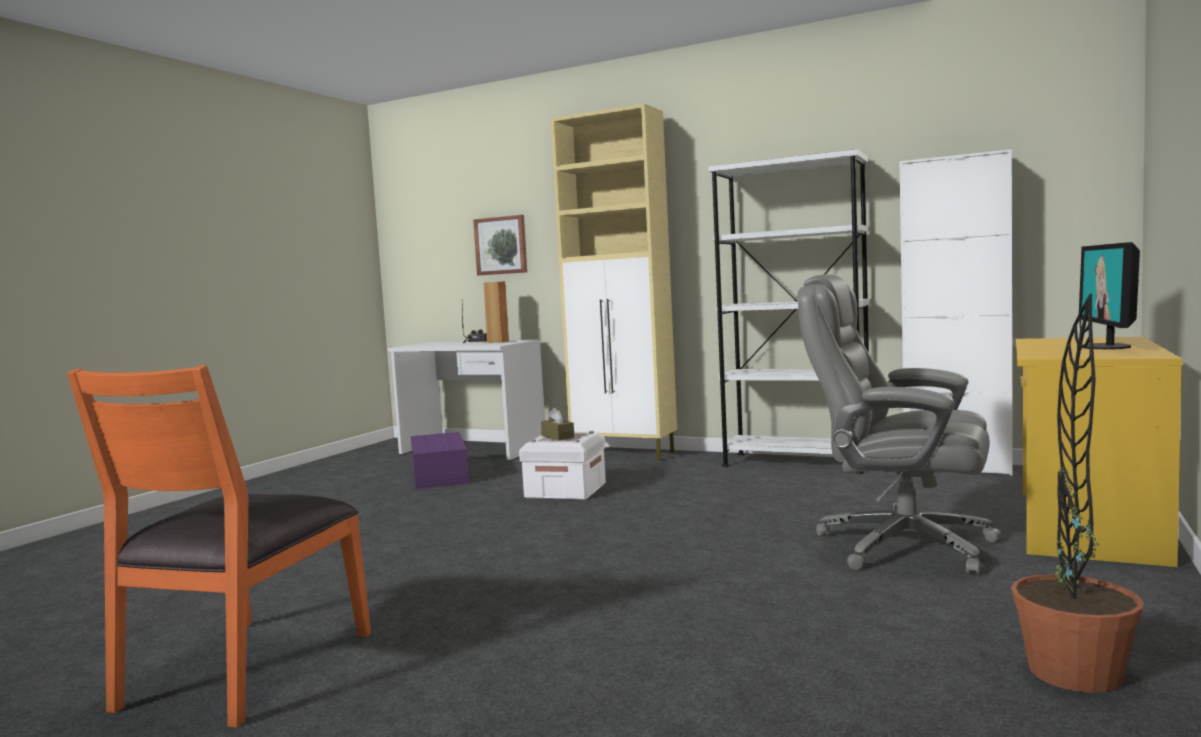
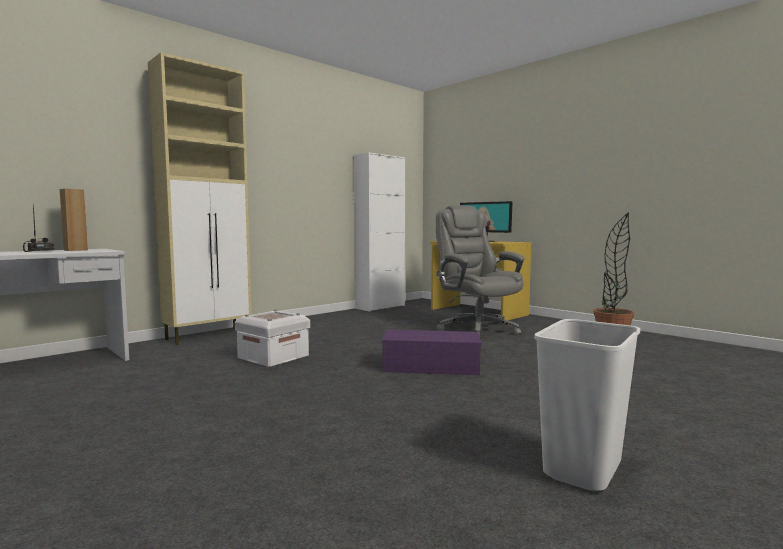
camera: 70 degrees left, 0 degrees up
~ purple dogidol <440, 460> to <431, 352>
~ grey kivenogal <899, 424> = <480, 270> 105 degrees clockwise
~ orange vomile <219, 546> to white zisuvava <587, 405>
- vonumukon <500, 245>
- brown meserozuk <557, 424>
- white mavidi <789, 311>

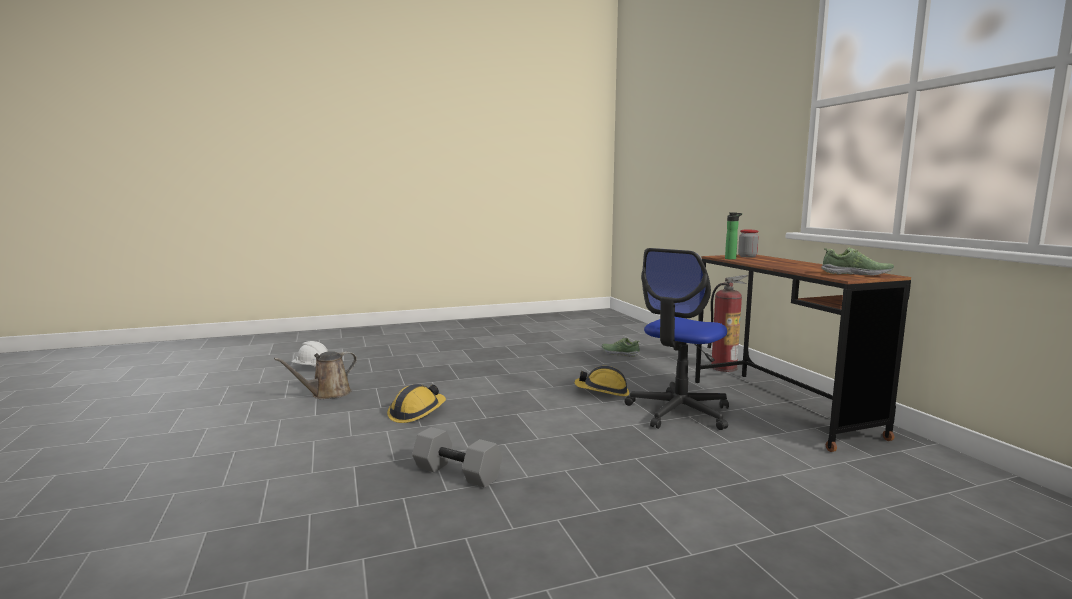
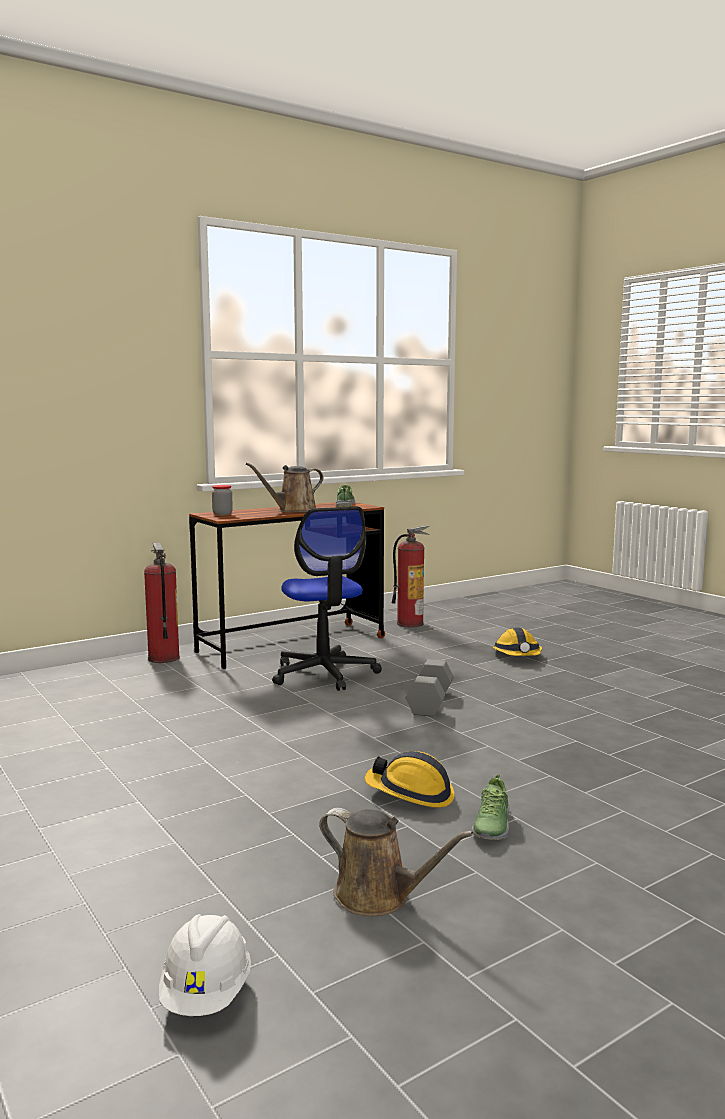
camera: 105 degrees left, 0 degrees up
+ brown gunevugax <284, 488>
~ kivenogal <677, 339> = <327, 599> 45 degrees clockwise
+ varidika <410, 576>
~ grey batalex <457, 457> to <430, 688>
~ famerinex <621, 347> to <490, 807>
~ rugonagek <602, 381> to <517, 641>
- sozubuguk <733, 236>

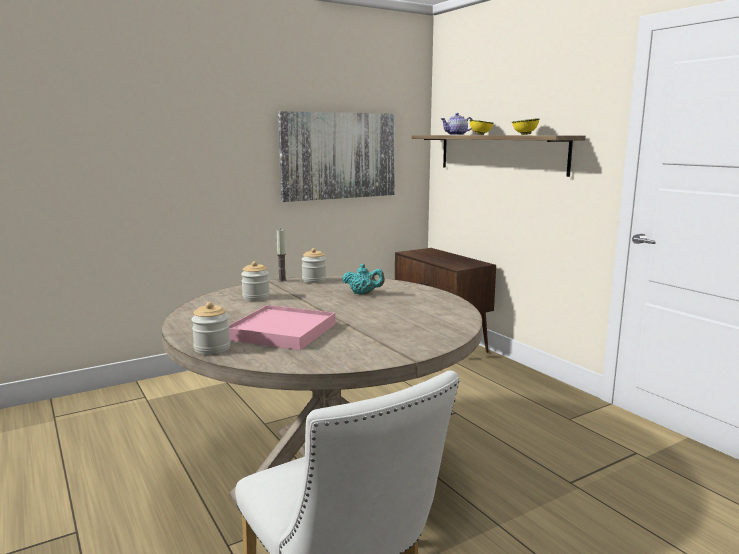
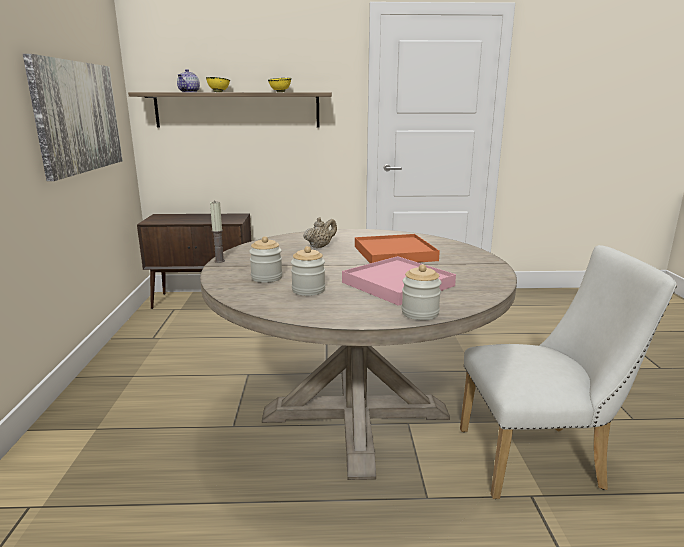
camera: 60 degrees left, 5 degrees up
~ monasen <313, 265> to <308, 271>
~ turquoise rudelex <363, 279> to beige rudelex <320, 232>
+ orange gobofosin <397, 248>

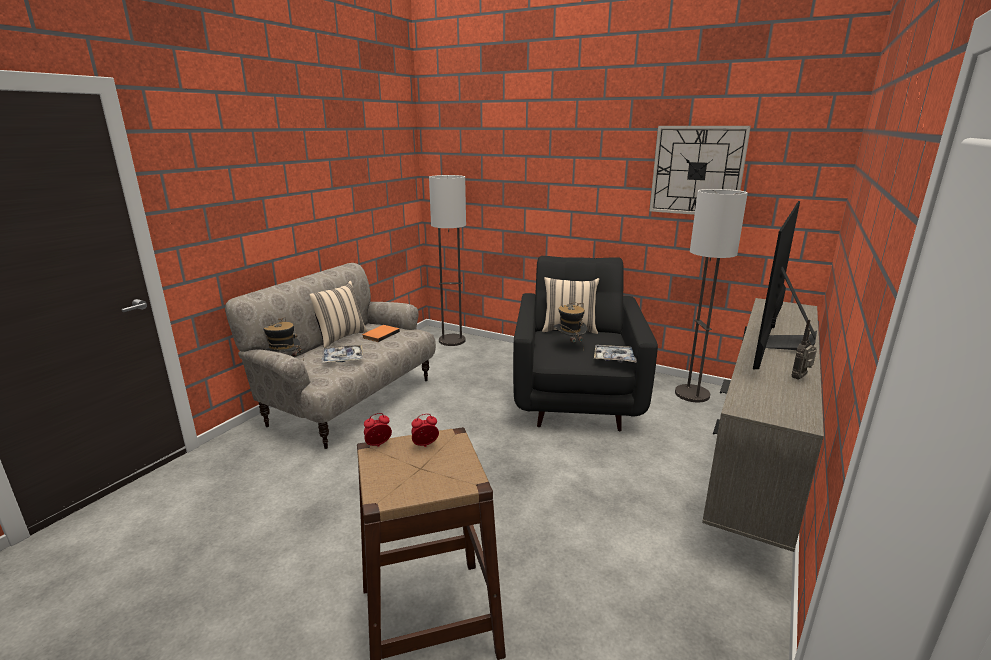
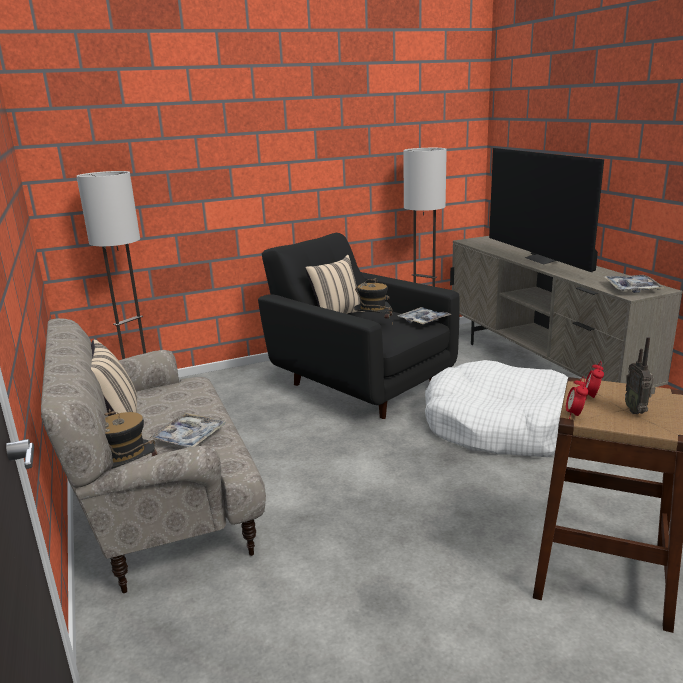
camera: 50 degrees left, 0 degrees up
+ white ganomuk <496, 408>
+ gobofosin <634, 284>
~ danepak <804, 349> to <640, 375>
- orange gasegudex <381, 333>
- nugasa <700, 170>

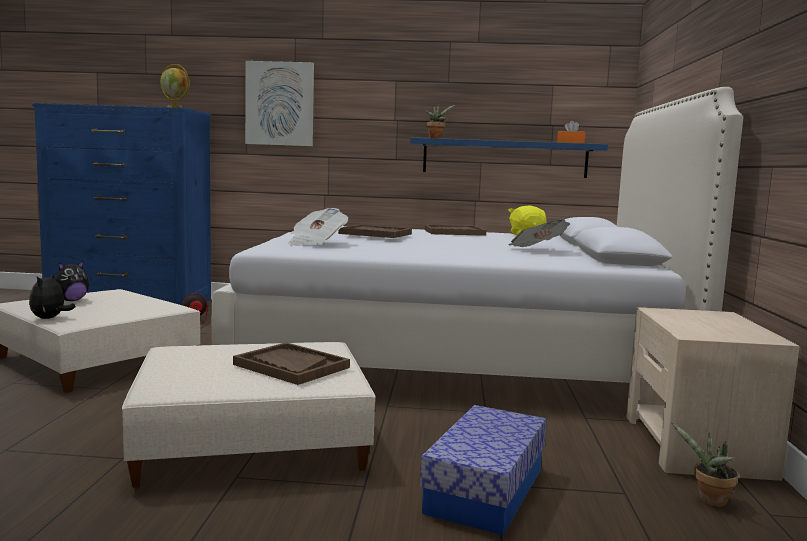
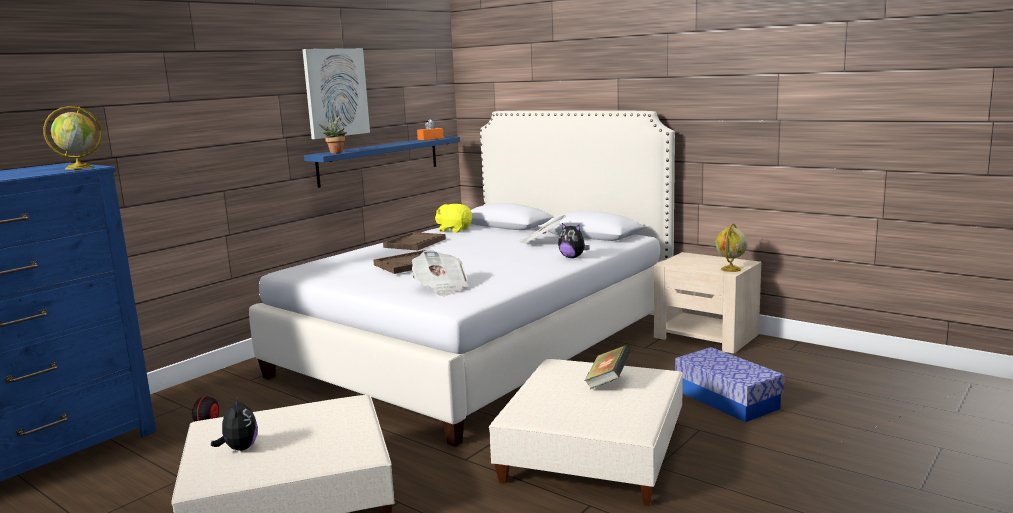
camera: 55 degrees left, 5 degrees up
~ vonumukon <279, 103> to <336, 93>
~ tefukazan <52, 295> to <574, 240>
~ brown gobofosin <291, 363> to gasegudex <607, 367>
+ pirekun <732, 247>
- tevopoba <705, 465>

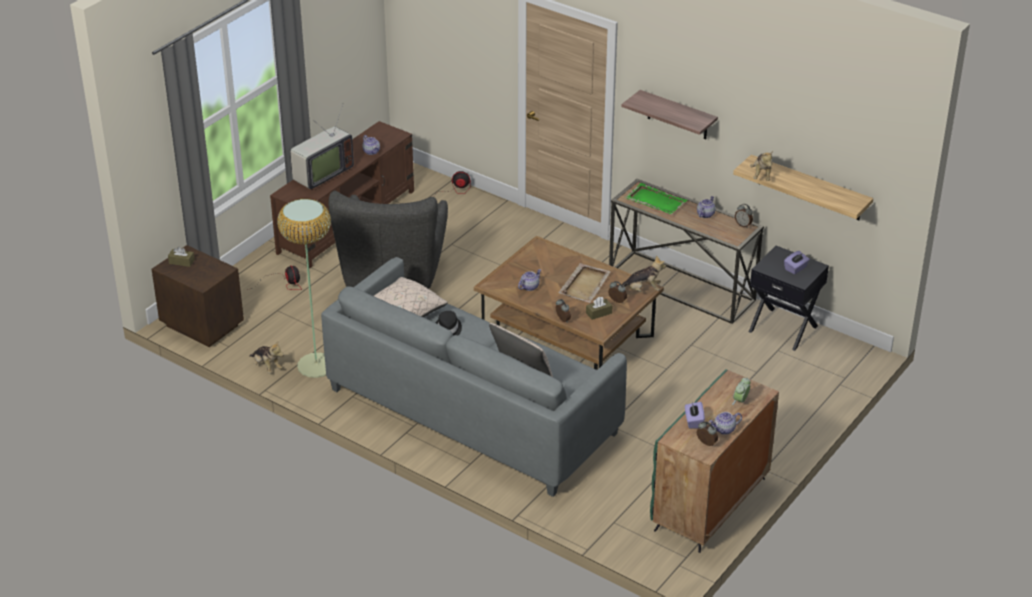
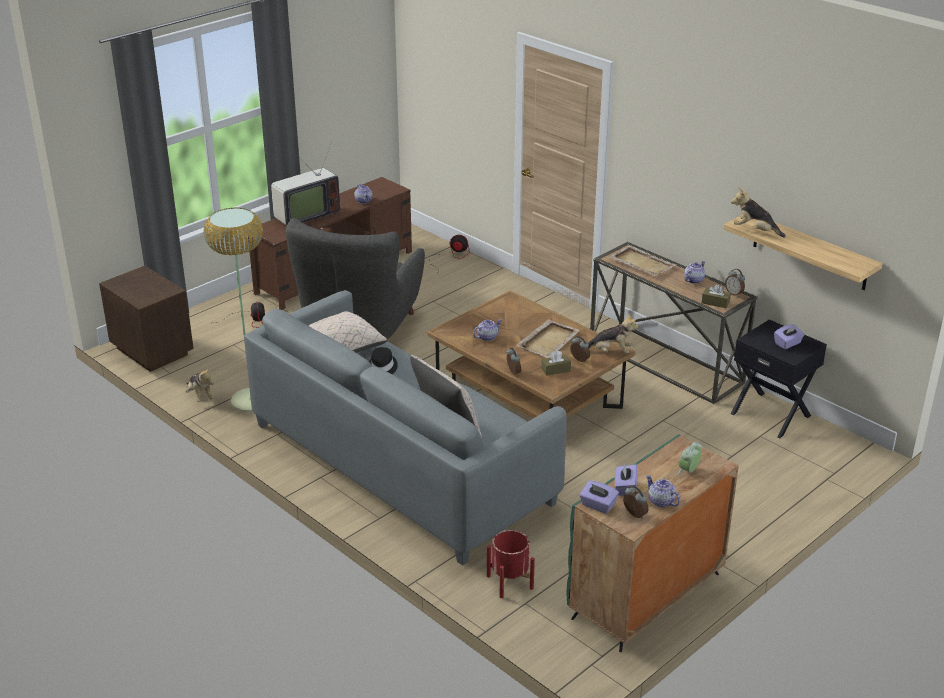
camera: 10 degrees right, 5 degrees down
+ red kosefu <511, 564>
+ purple meserozuk <599, 497>
~ green gobofosin <656, 198> to beige gobofosin <642, 260>
~ rudelex <725, 423> = <663, 491> 60 degrees clockwise
~ brown meserozuk <181, 257> to <716, 296>
~ tefukazan <761, 166> = <758, 212> 105 degrees clockwise
- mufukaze <670, 114>

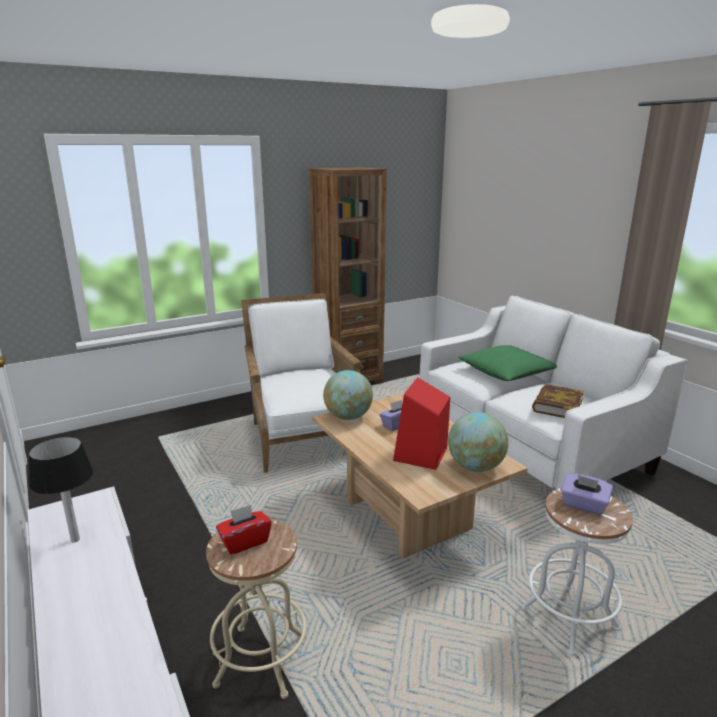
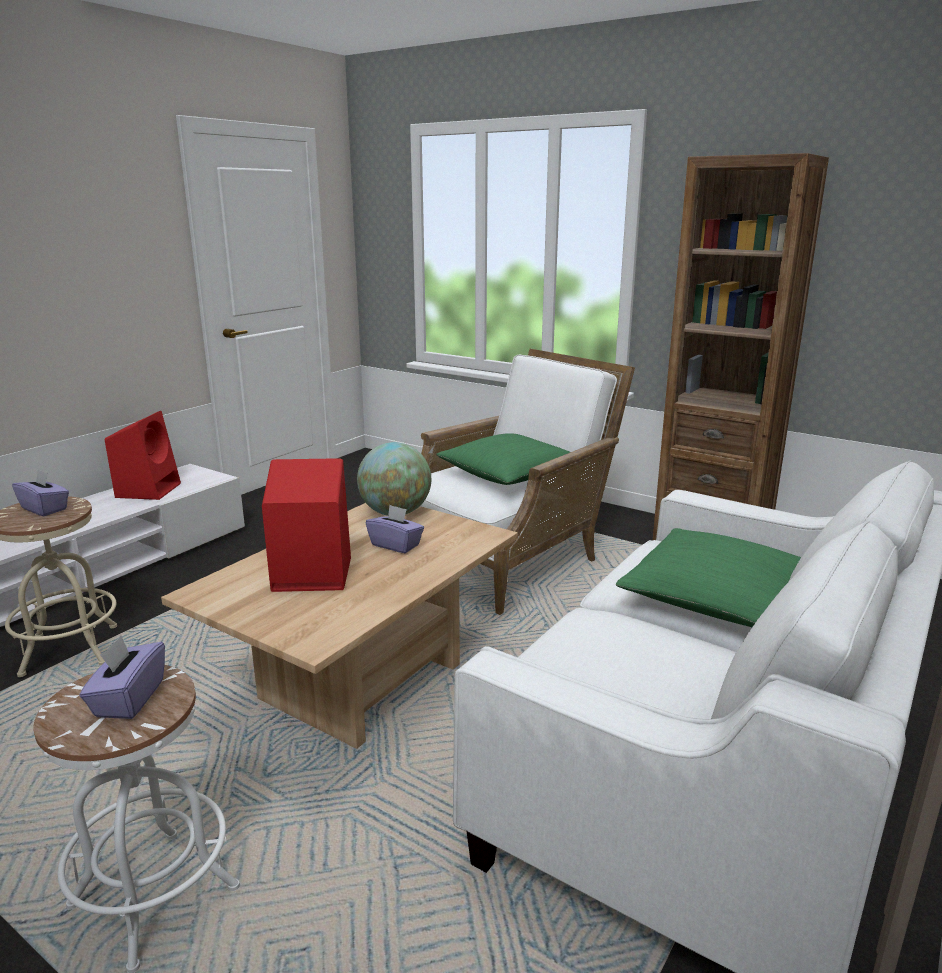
camera: 65 degrees right, 0 degrees up
~ red meserozuk <244, 530> to purple meserozuk <40, 492>
~ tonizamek <60, 489> to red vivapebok <143, 455>
+ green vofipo <503, 459>
- pirekun <478, 442>
- gasegudex <557, 401>

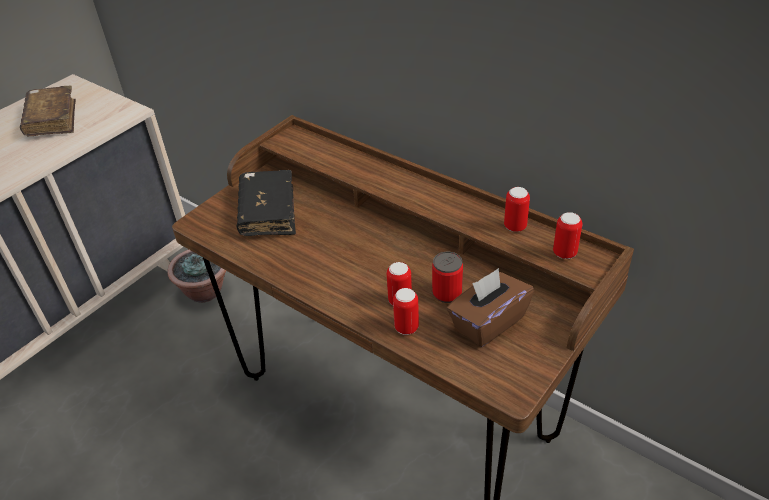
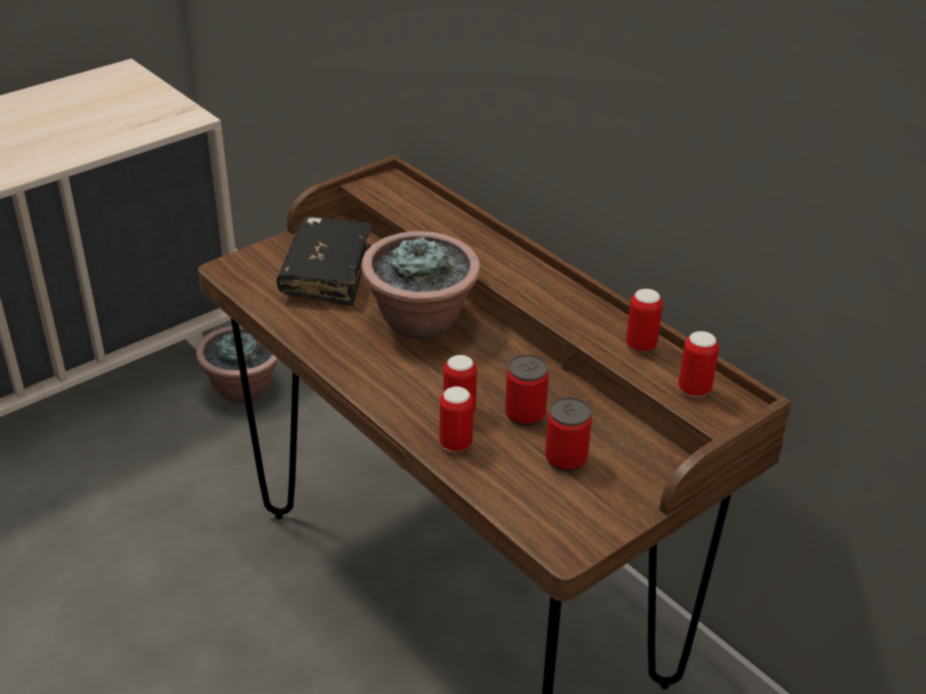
camera: 10 degrees right, 5 degrees down
+ tevopoba <421, 285>
~ brown meserozuk <490, 307> to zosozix <568, 434>
- brown gasegudex <48, 111>

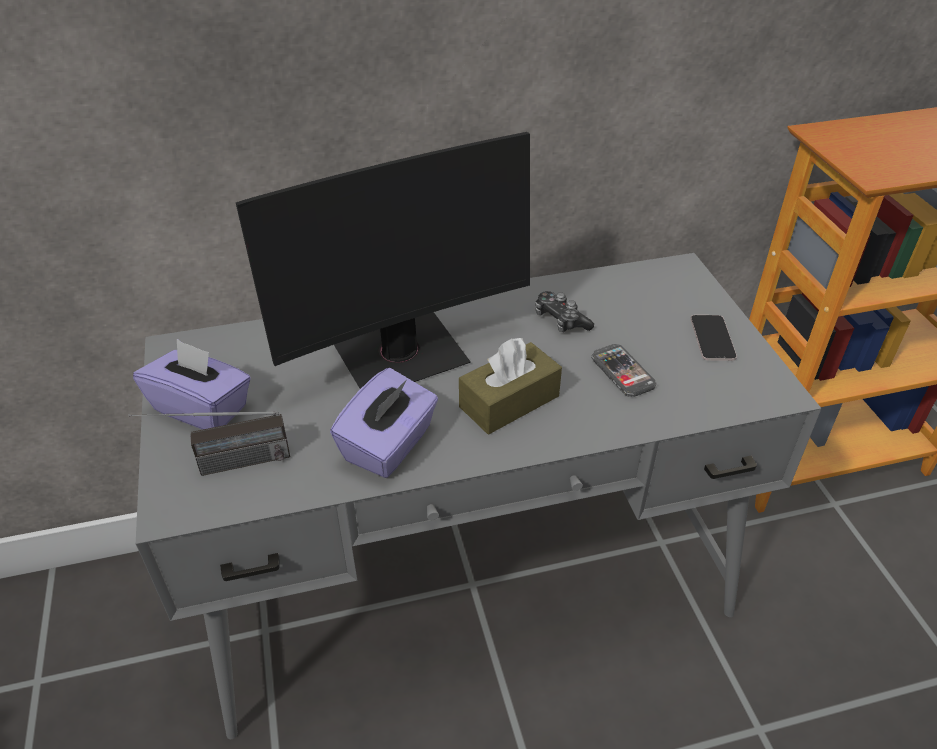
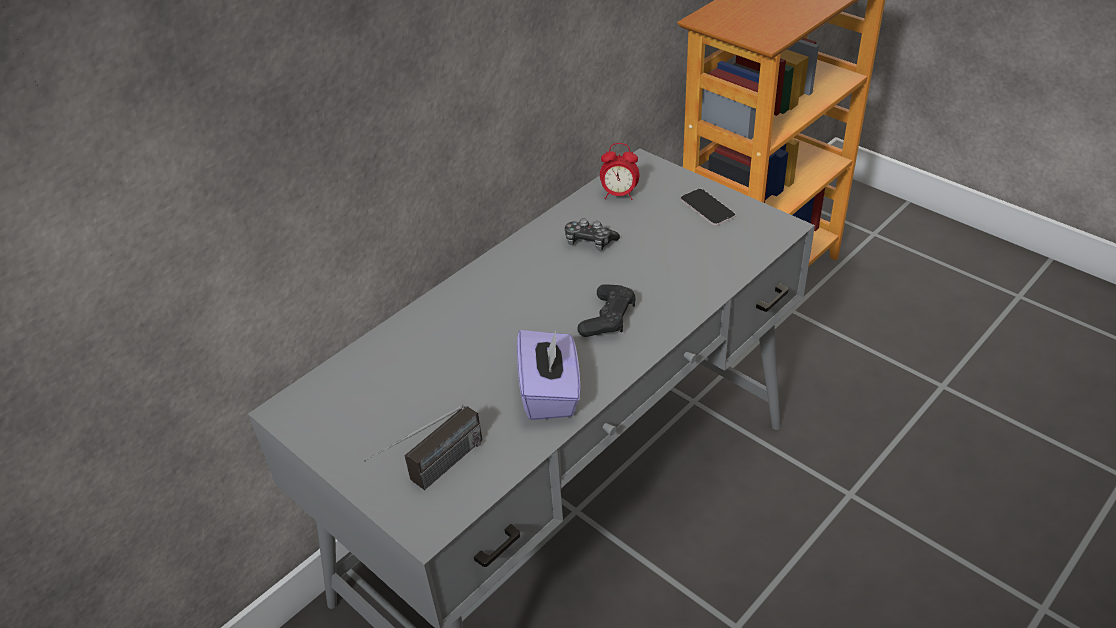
camera: 30 degrees left, 0 degrees up
~ brown meserozuk <510, 386> to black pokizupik <606, 310>
+ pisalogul <619, 171>
- purple meserozuk <192, 384>
- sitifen <383, 260>
- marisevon <623, 370>

